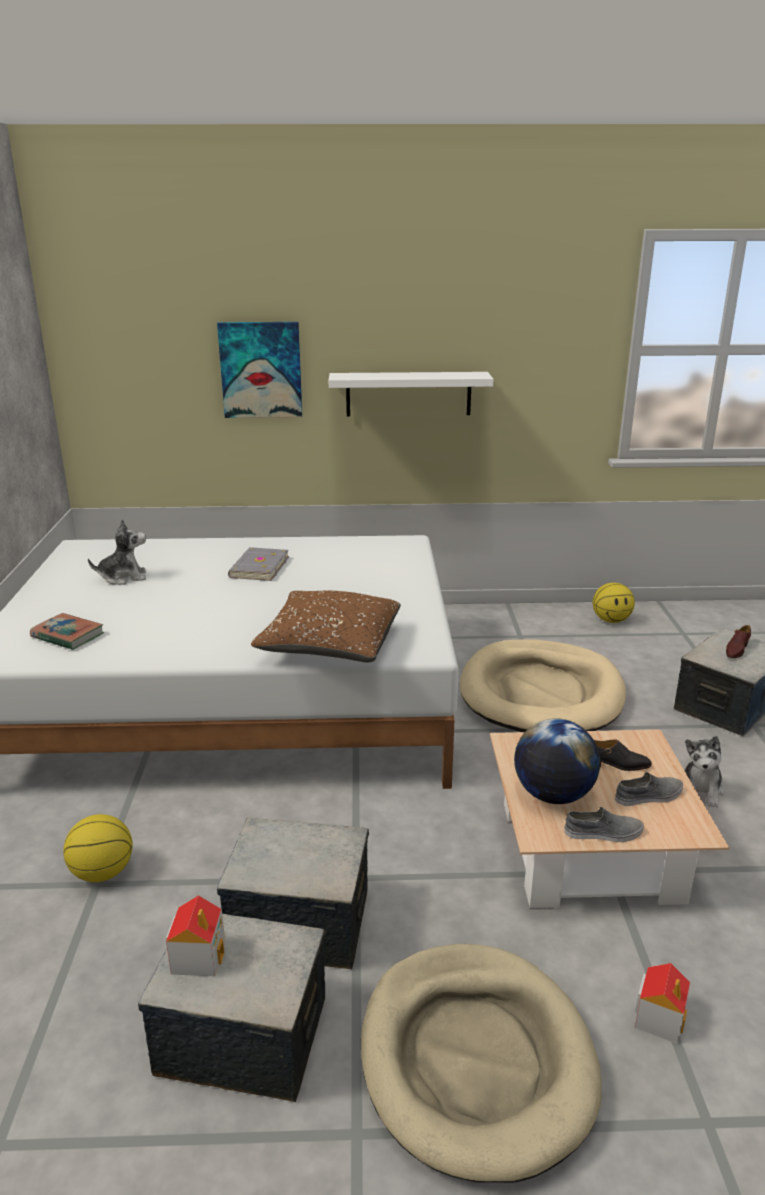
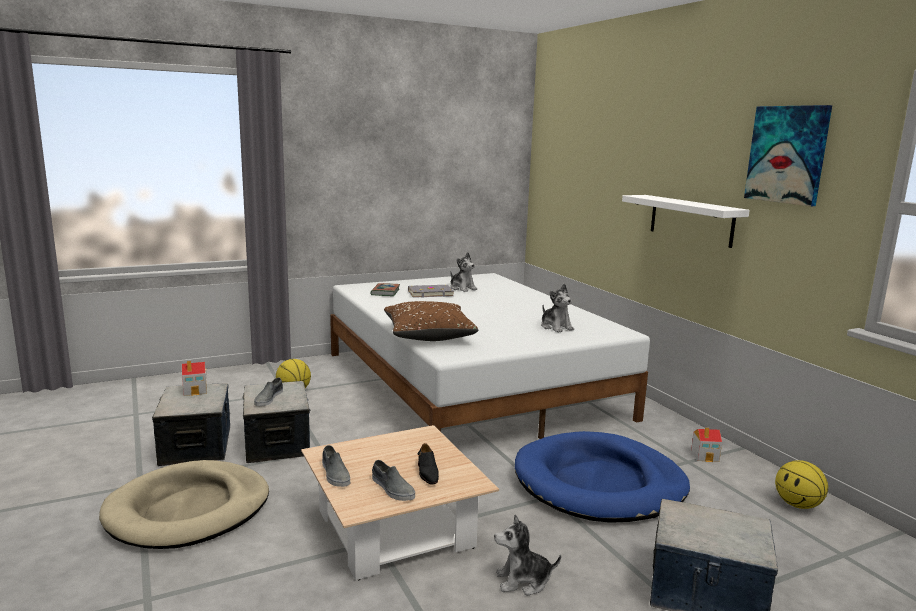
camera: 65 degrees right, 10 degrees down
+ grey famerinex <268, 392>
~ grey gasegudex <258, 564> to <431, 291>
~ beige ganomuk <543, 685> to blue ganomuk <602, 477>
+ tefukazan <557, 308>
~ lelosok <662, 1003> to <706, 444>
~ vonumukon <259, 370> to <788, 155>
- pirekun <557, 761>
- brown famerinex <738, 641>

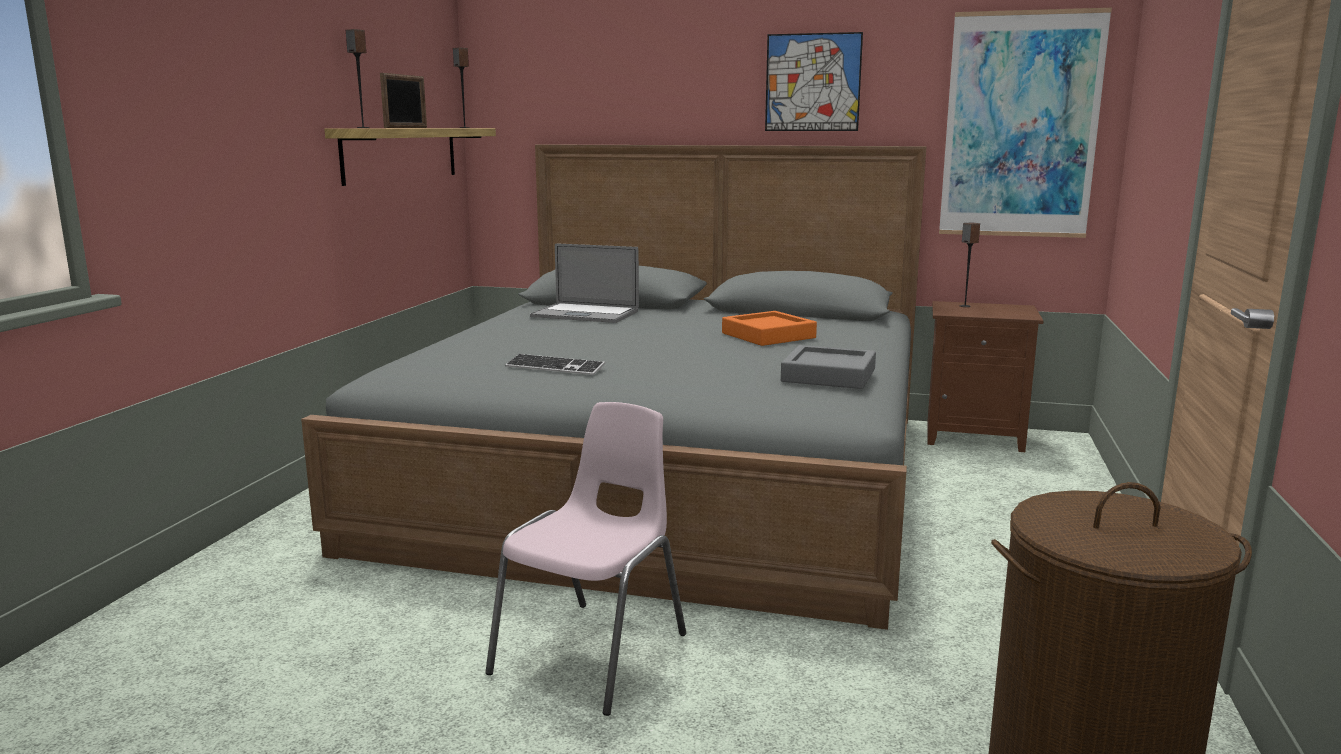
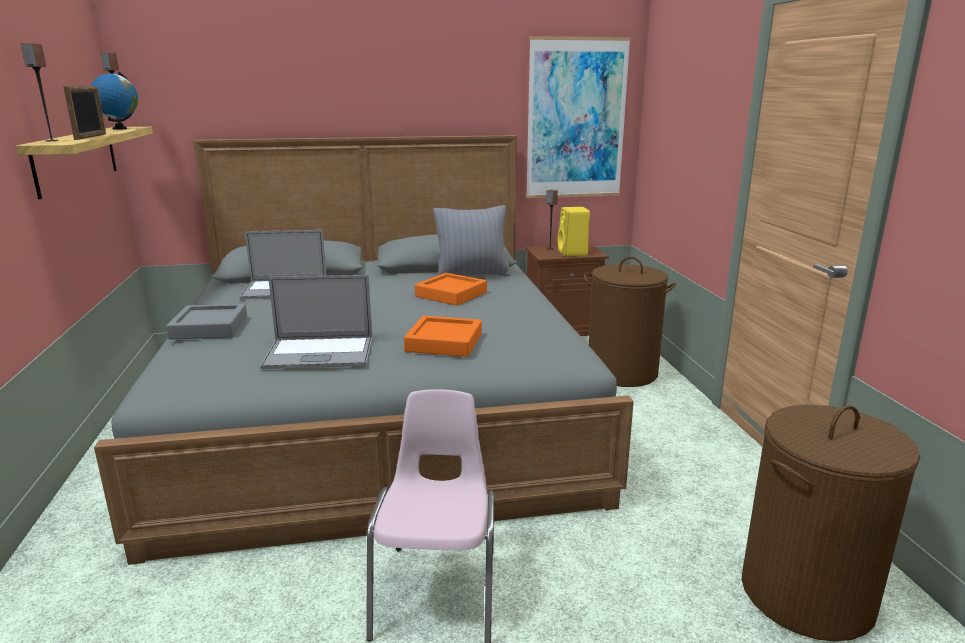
camera: 25 degrees left, 5 degrees up
+ pirekun <114, 100>
~ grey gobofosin <828, 367> to <206, 322>
~ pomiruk <555, 364> to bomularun <316, 322>
+ orange gobofosin <443, 336>
+ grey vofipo <472, 240>
+ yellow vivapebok <573, 231>
+ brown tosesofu <630, 322>
- vonumukon <814, 81>

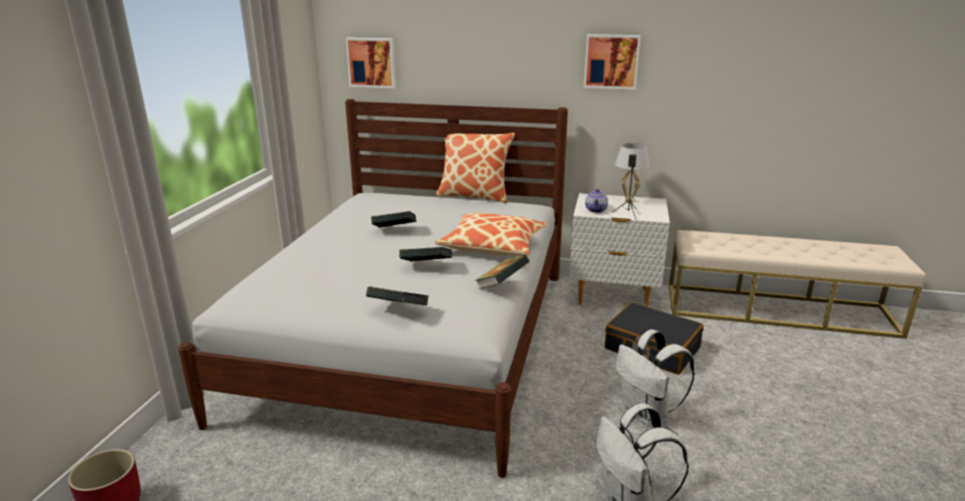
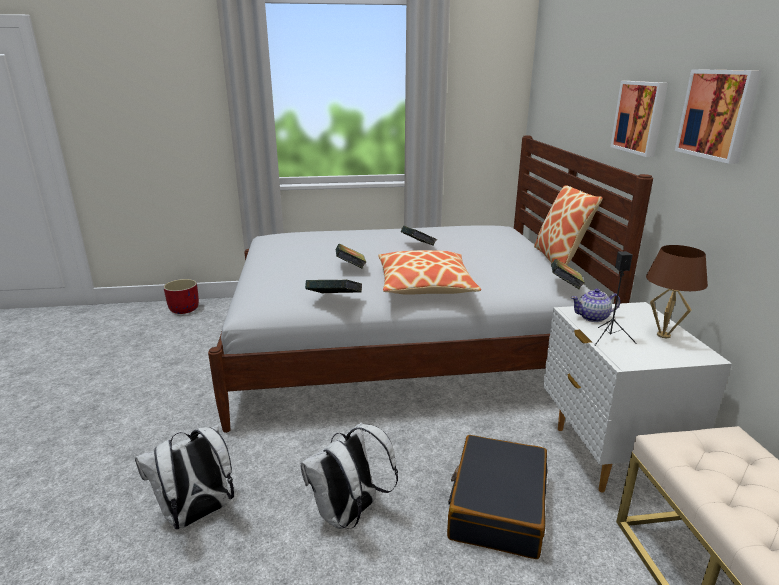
camera: 70 degrees right, 0 degrees up
~ gasegudex <397, 296> to <568, 274>
~ vonumukon <370, 62> to <639, 119>
~ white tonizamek <632, 173> to brown tonizamek <677, 291>

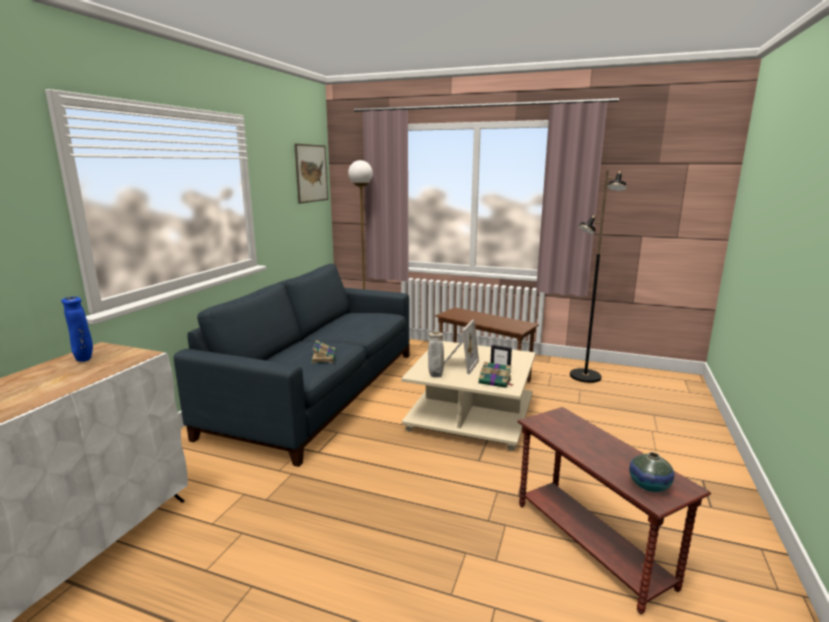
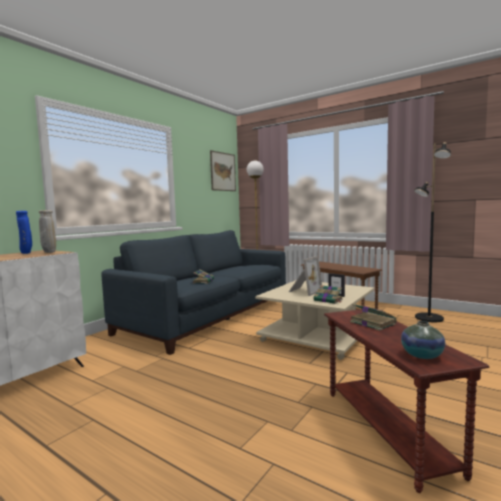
camera: 15 degrees right, 10 degrees down
~ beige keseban <436, 355> to <47, 231>
+ gasegudex <373, 317>

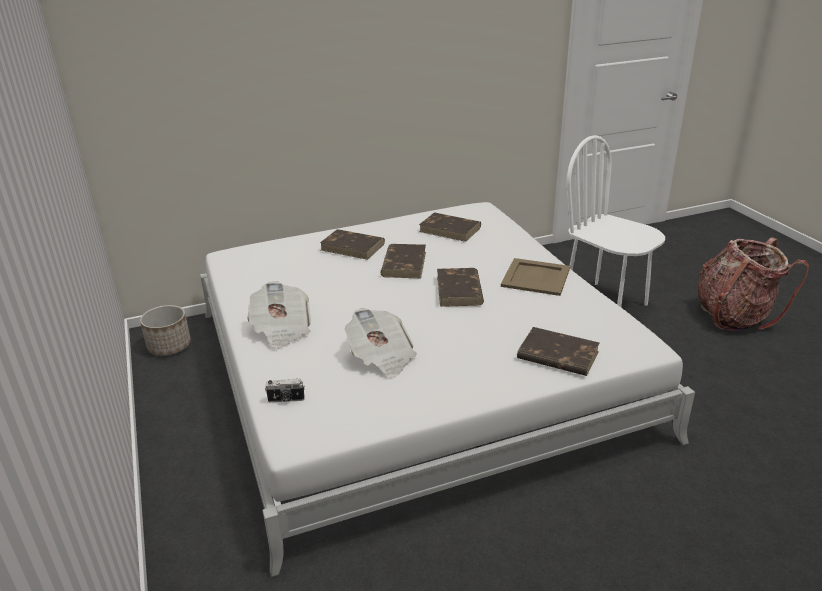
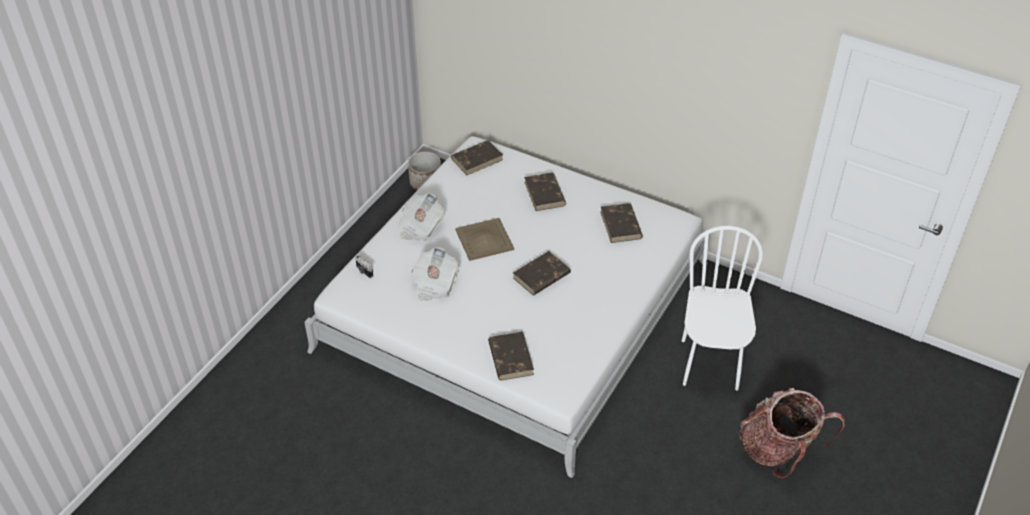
camera: 50 degrees right, 15 degrees up
~ brown gasegudex <403, 261> to <477, 157>
~ beige gobofosin <535, 277> to <484, 239>

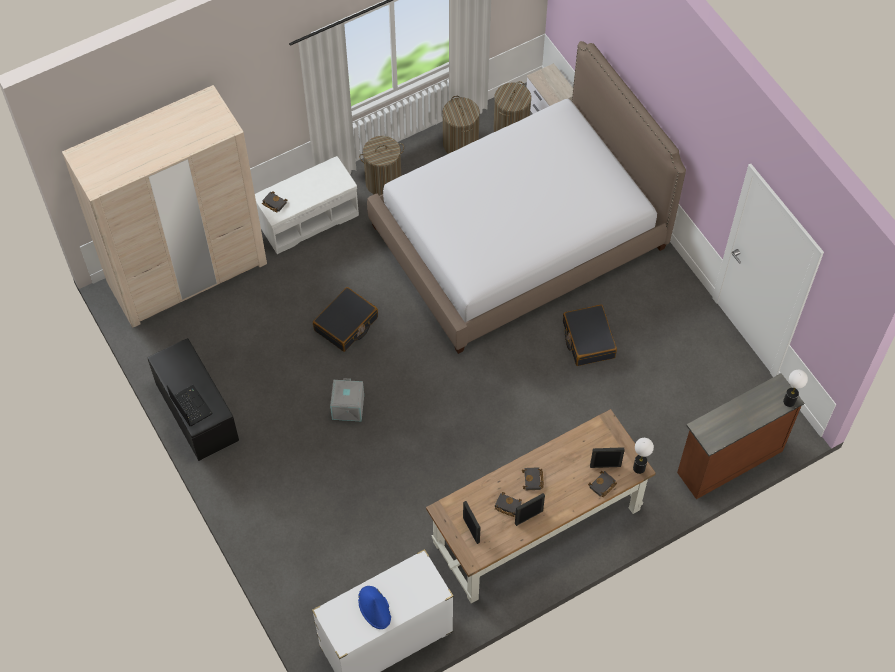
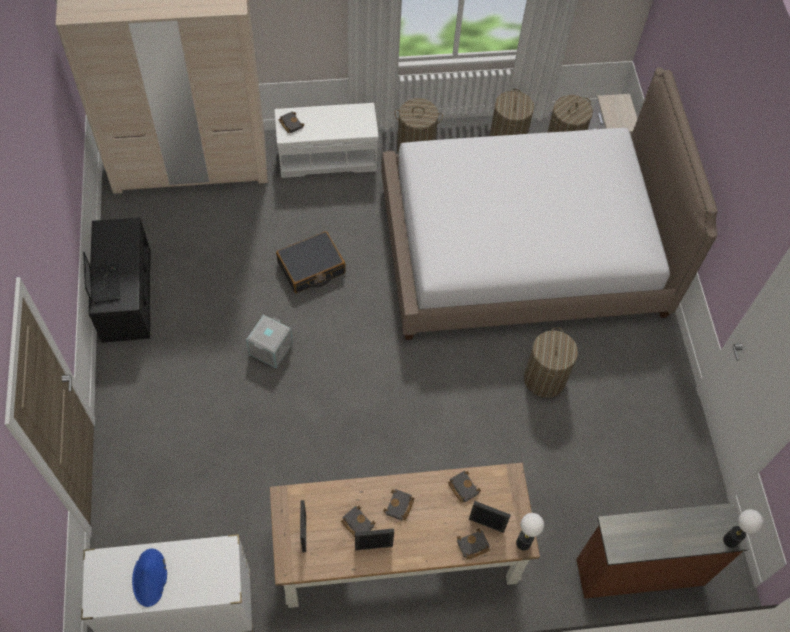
camera: 20 degrees right, 0 degrees up
+ black gasegudex <464, 487>
~ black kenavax <590, 335> to tosesofu <551, 362>

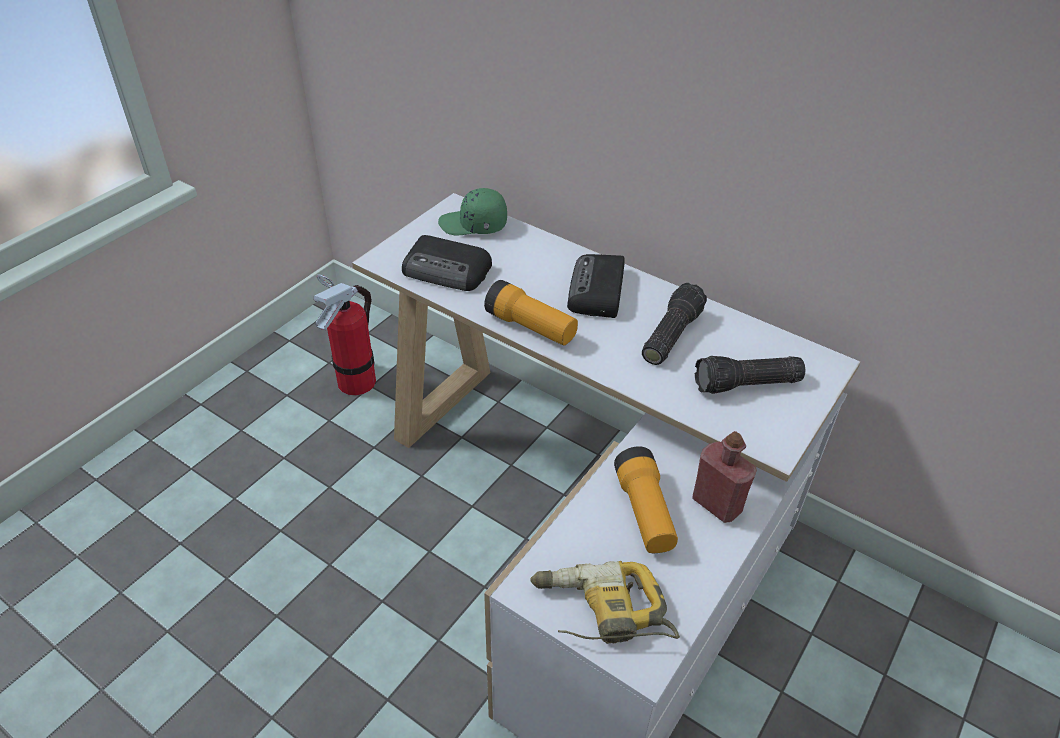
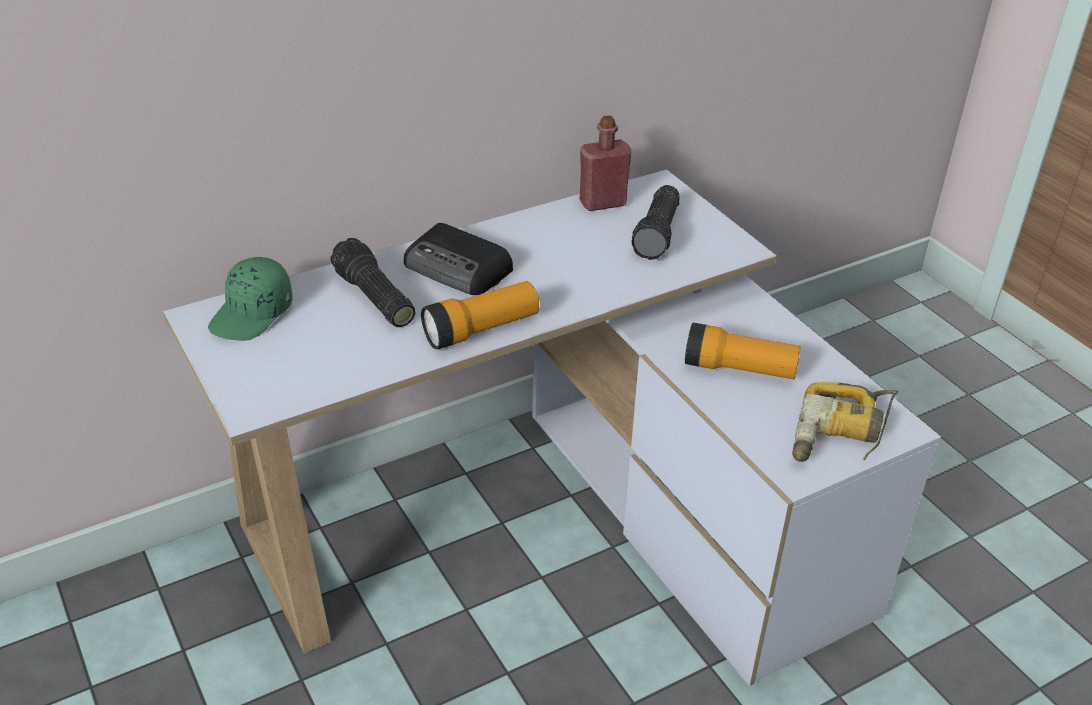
camera: 65 degrees left, 5 degrees down
~ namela <674, 324> to <373, 282>
~ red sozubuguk <724, 477> to <605, 163>
- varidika <345, 335>
- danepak <447, 263>

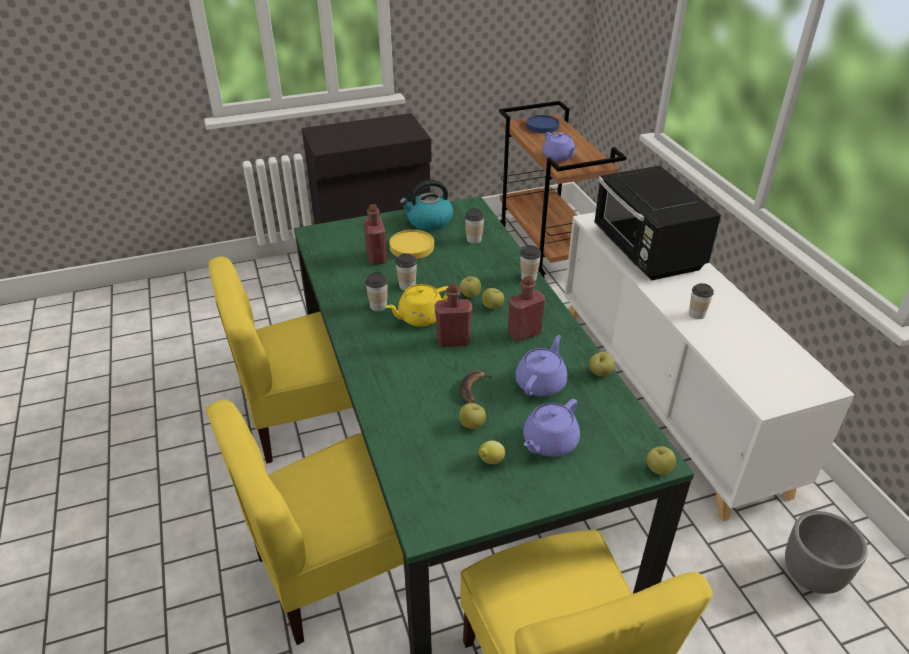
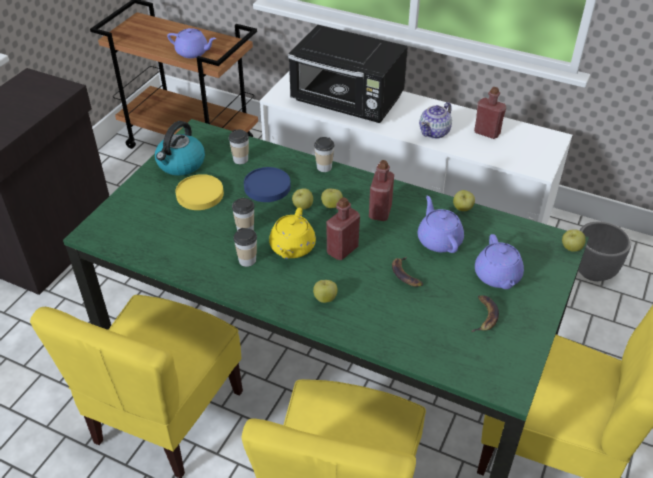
camera: 45 degrees left, 5 degrees up
~ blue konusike <543, 124> to <267, 184>
~ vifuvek <472, 416> to <325, 291>
~ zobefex <701, 301> to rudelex <435, 120>
~ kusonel <492, 452> to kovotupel <485, 313>
~ red sozubuguk <375, 234> to <490, 113>

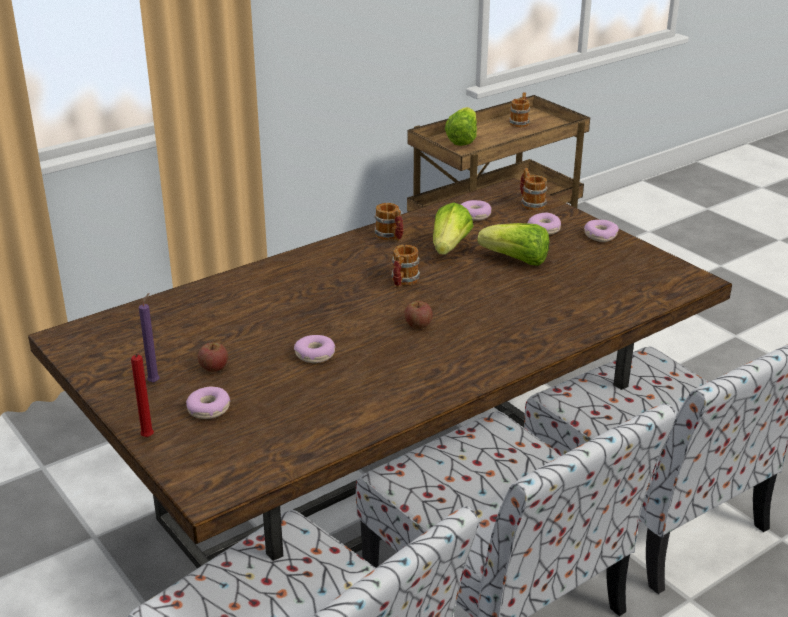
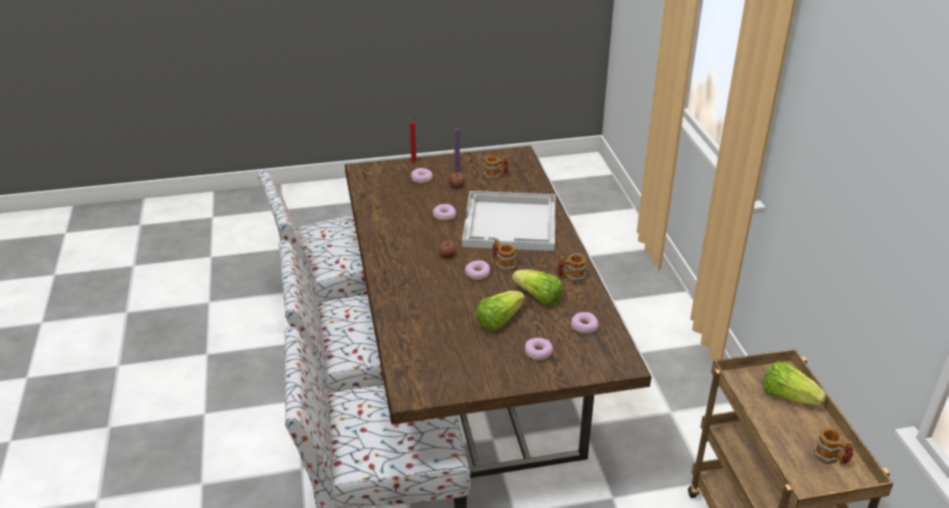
camera: 115 degrees right, 5 degrees up
+ white gobofosin <509, 221>
~ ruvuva <601, 231> to <477, 270>
~ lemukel <534, 189> to <496, 168>

